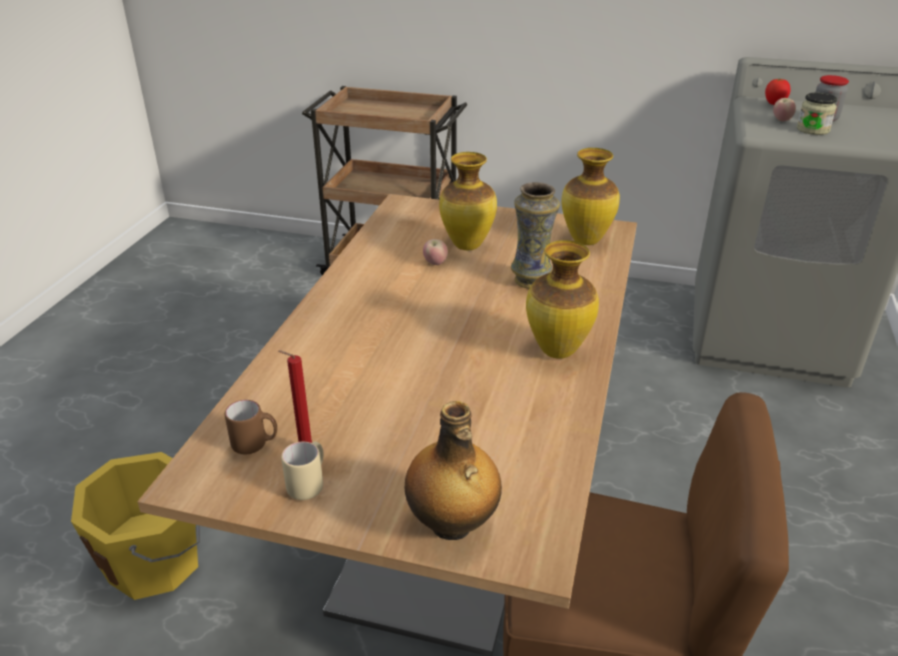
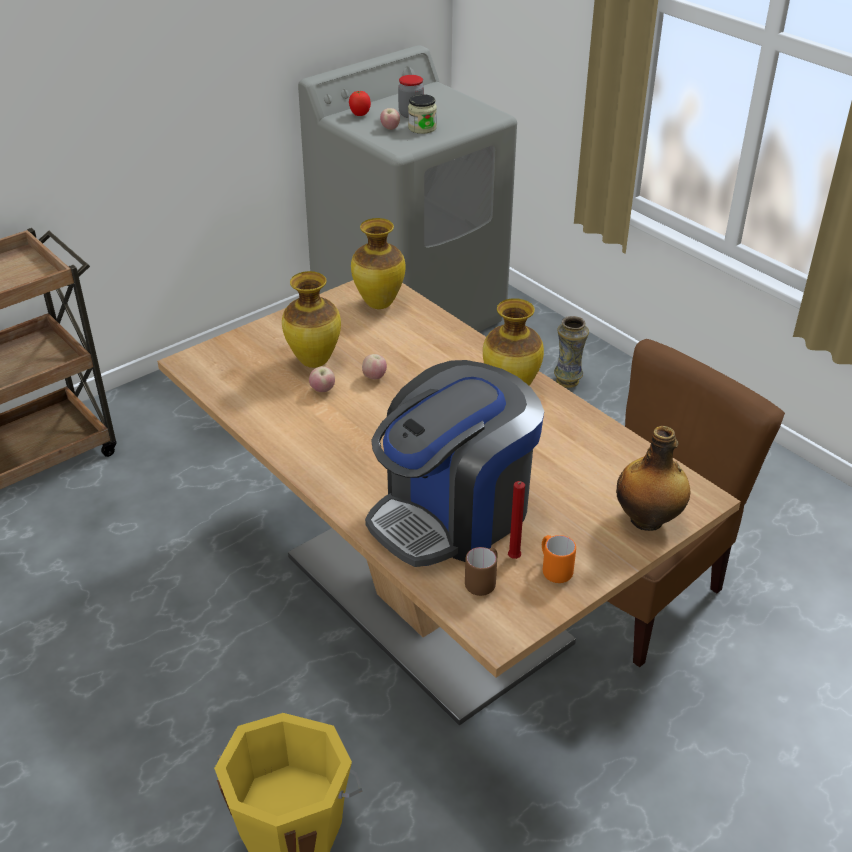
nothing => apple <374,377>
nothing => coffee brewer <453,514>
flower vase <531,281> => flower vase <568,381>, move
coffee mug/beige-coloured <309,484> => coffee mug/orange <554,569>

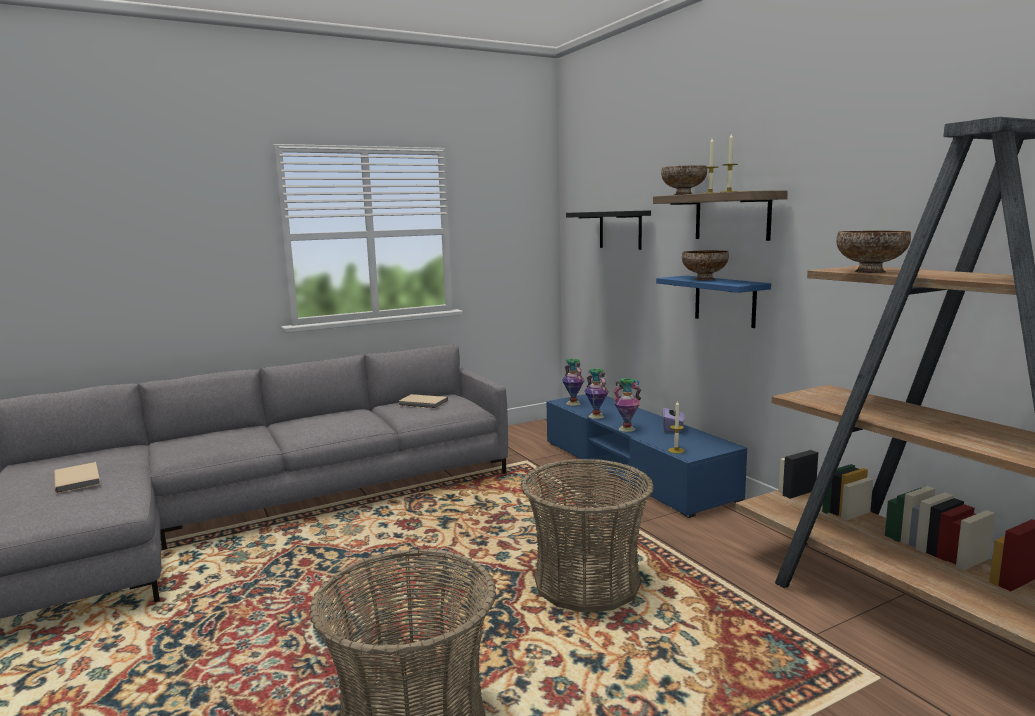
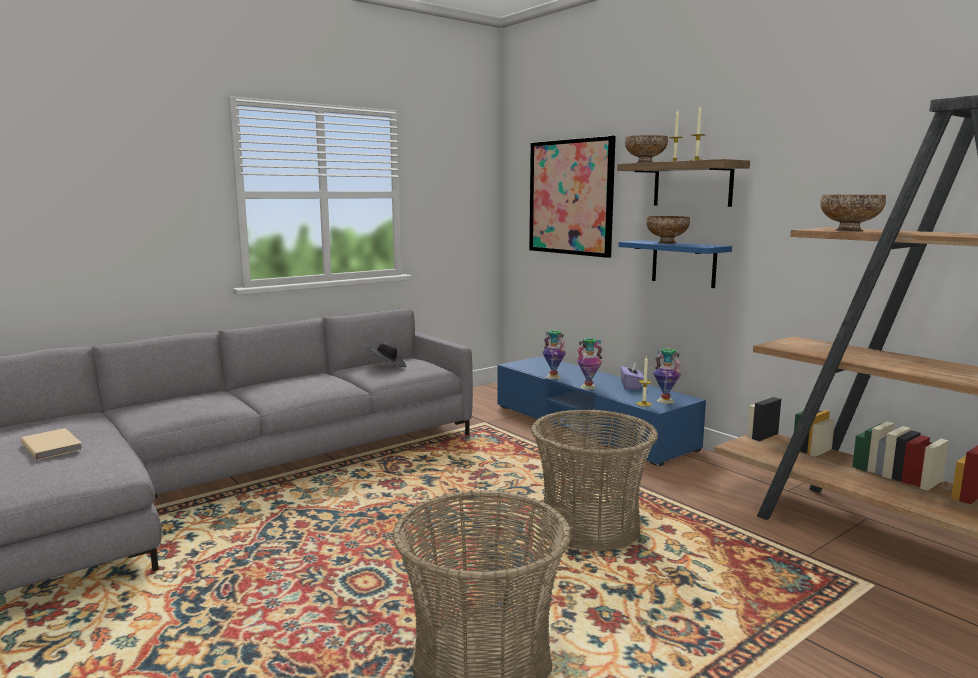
flower vase <573,403> => flower vase <665,401>, move
book/beige-coloured <423,403> => wearable hat/black <387,366>
shelf/black <620,230> => picture <571,197>

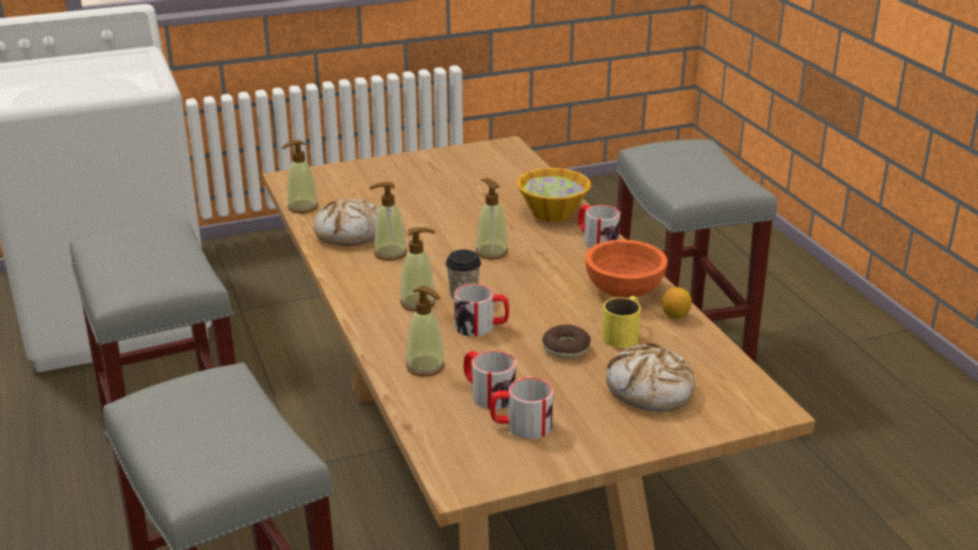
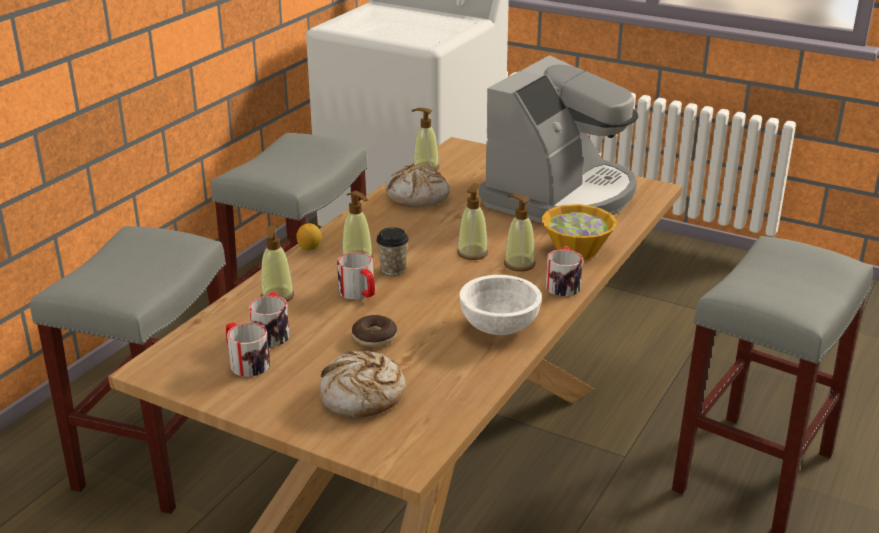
coffee mug/yellowish <624,333> => nothing
nothing => coffee brewer <560,195>
liquid soap bottle <390,253> => liquid soap bottle <519,264>, move
whole lemon <675,315> => whole lemon <309,248>, move
deep dish/orange <623,291> => deep dish/whitish <498,326>

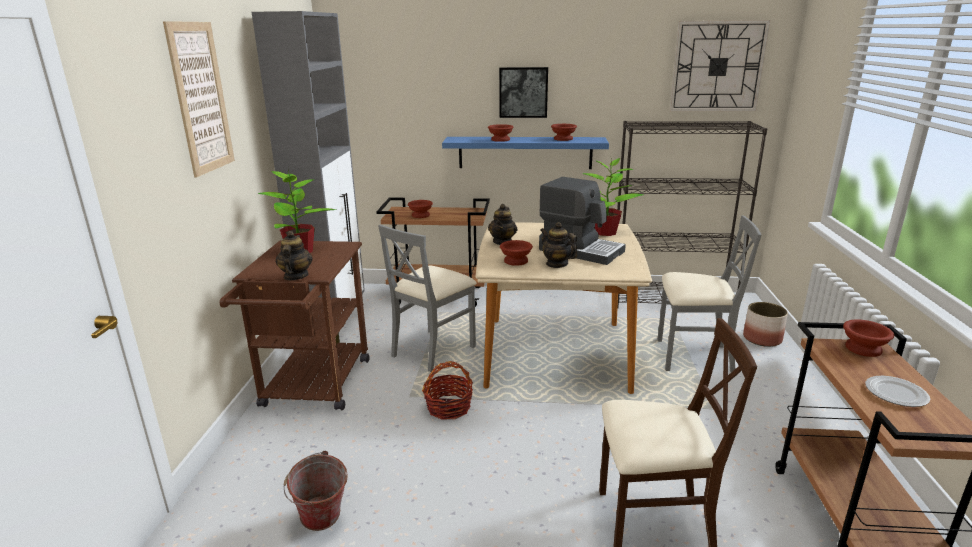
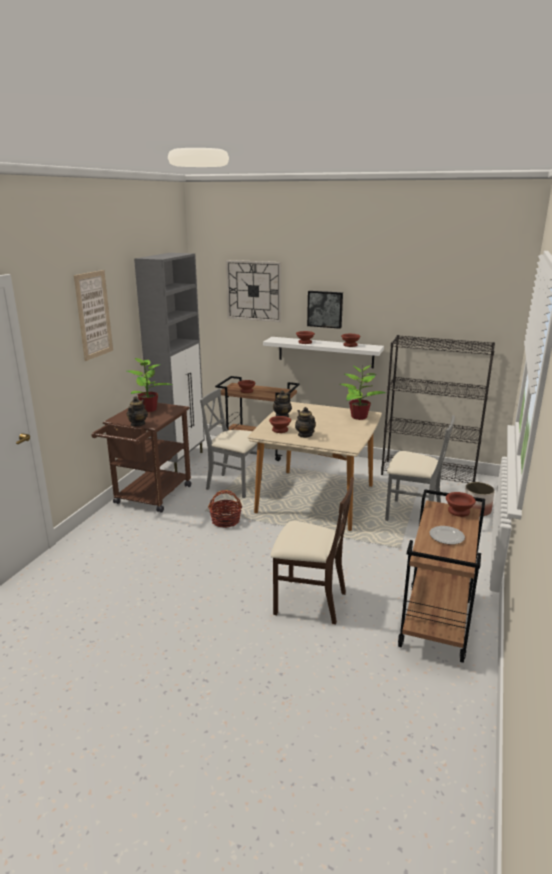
pail <322,524> => nothing
coffee brewer <581,250> => nothing
wall clock <717,66> => wall clock <253,290>, move
shelf/blue <525,152> => shelf/whitish <325,352>
plain chair/gray <433,350> => plain chair/gray <234,485>, 60 degrees clockwise

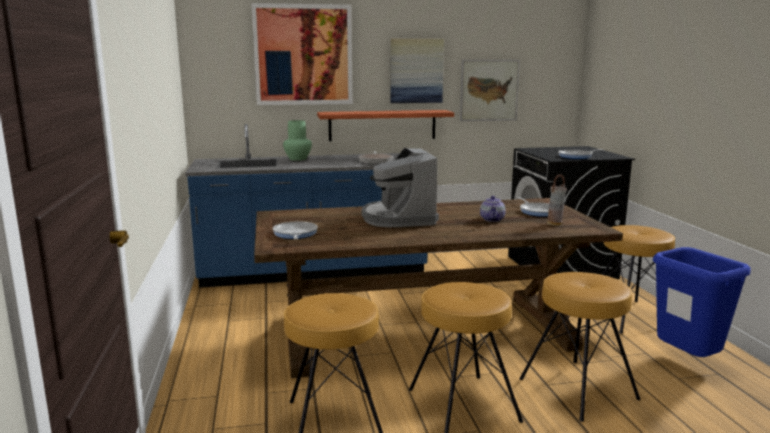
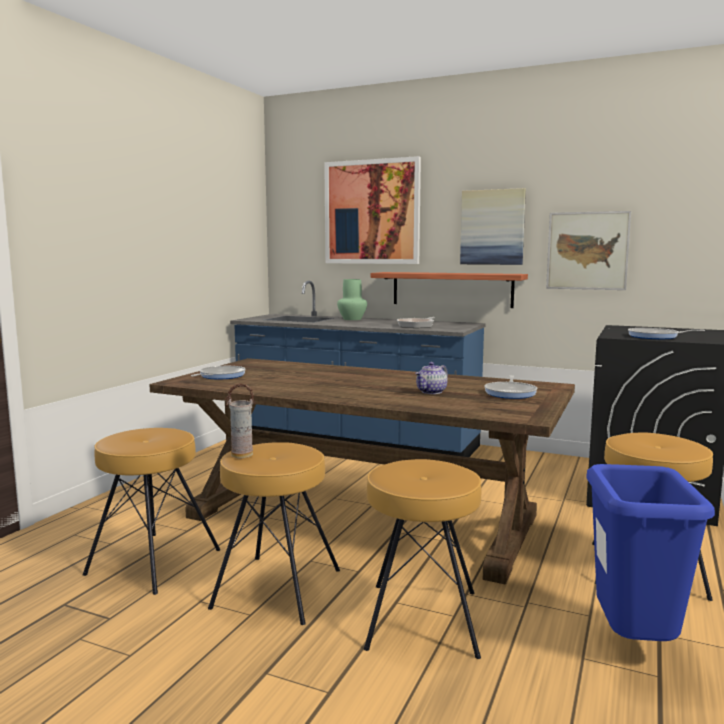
coffee brewer <399,218> => nothing
flower vase <555,224> => flower vase <242,455>, move

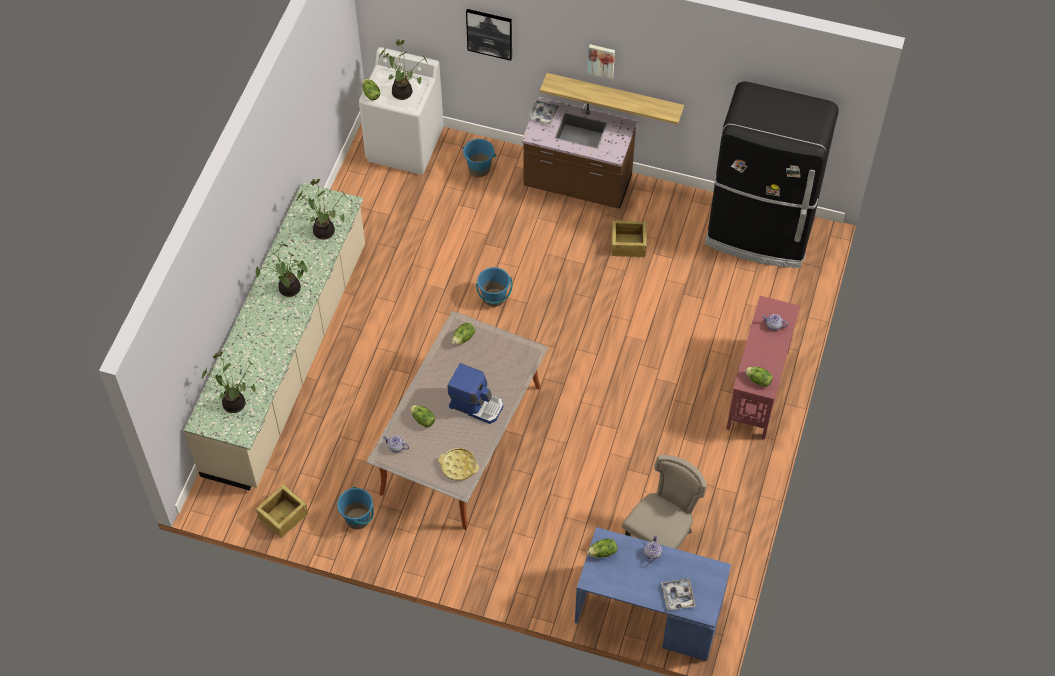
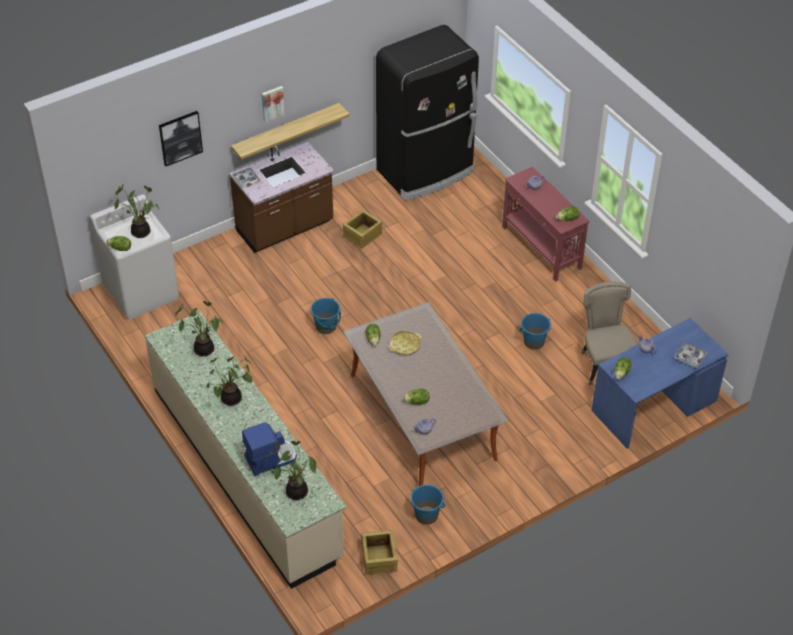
tray/yellowish <458,466> => tray/yellowish <405,345>, move
coffee brewer <476,404> => coffee brewer <270,458>, move
pail/blue <479,168> => pail/blue <533,342>, move

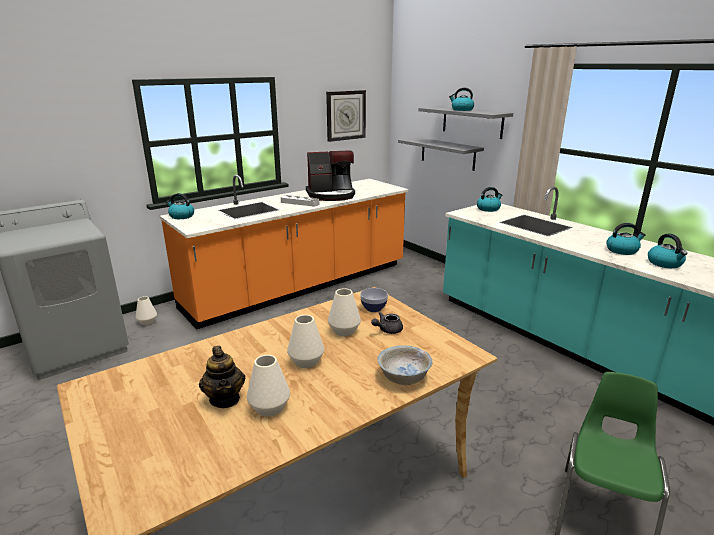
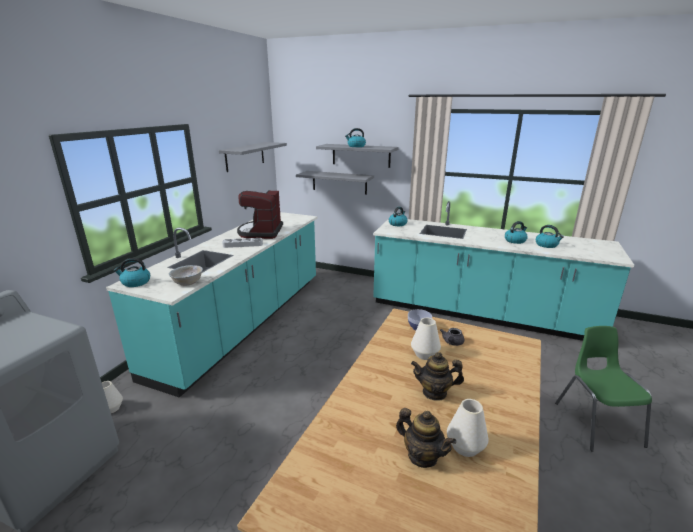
deep dish/whitish <404,377> => deep dish/whitish <188,282>, move
flower vase/whitish <306,361> => tea pot <434,392>
wall clock <345,115> => shelf/gray <245,156>
counter/orange <300,286> => counter/turquoise-coloured <245,322>
coffee brewer <331,195> => coffee brewer <261,232>, 135 degrees clockwise

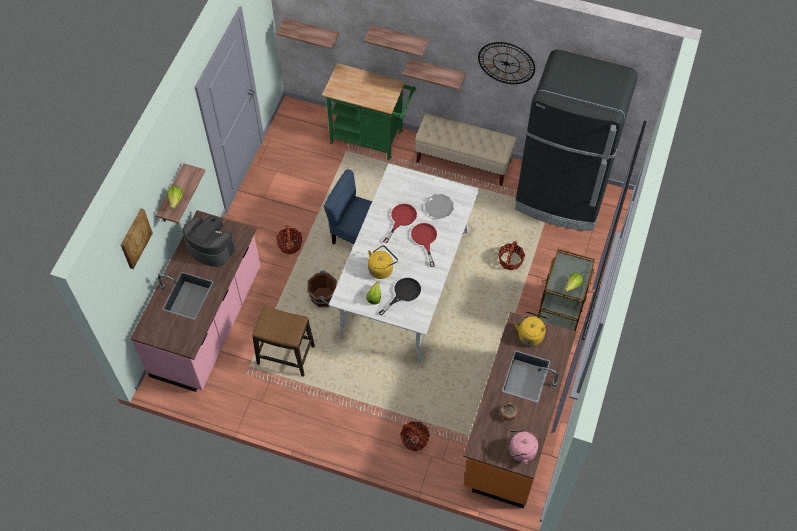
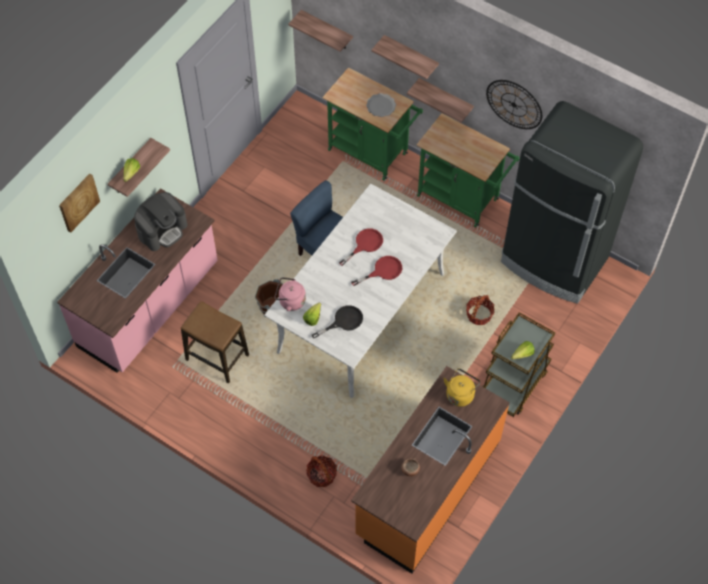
storage basket <290,245> => nothing
tea kettle/yellowish <381,268> => nothing
flat dish <439,207> => flat dish <380,106>, move
tea kettle/pink-coloured <520,451> => tea kettle/pink-coloured <290,301>, move
long seat/beige-coloured <463,161> => trolley/greenish <462,199>
coffee brewer <210,248> => coffee brewer <162,230>, 90 degrees clockwise
frying pan/red <425,239> => frying pan/red <383,271>, 60 degrees clockwise

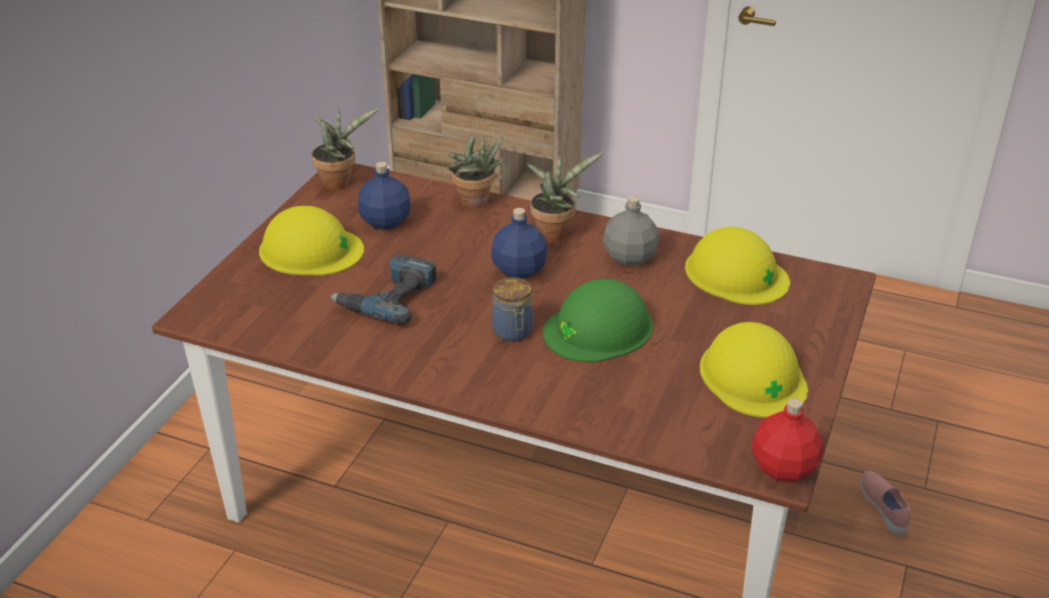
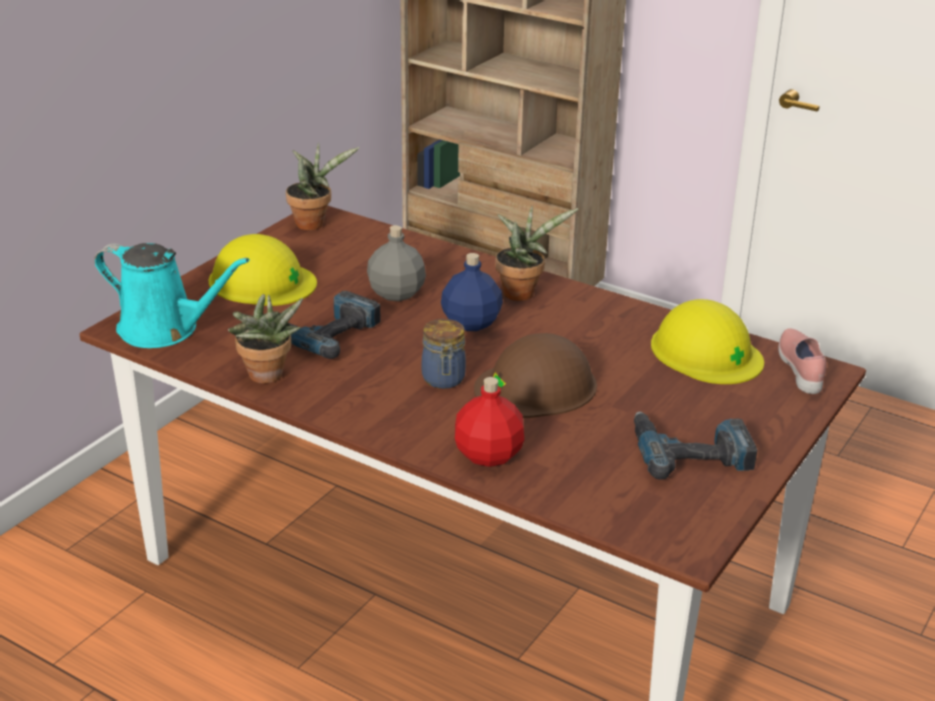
drink bottle/blue <386,222> => nothing
nothing => sprinkling can/turquoise-coloured <165,329>
houseplant <476,203> => houseplant <267,378>, move
drink bottle/gray <629,257> => drink bottle/gray <395,293>, move
drink bottle/red <782,468> => drink bottle/red <487,455>, move
item of footwear/pink-coloured <884,509> => item of footwear/pink-coloured <801,371>, move
work helmet/yellowish <753,376> => electric drill <690,452>
work helmet/greenish <599,329> => work helmet/brownish <536,387>

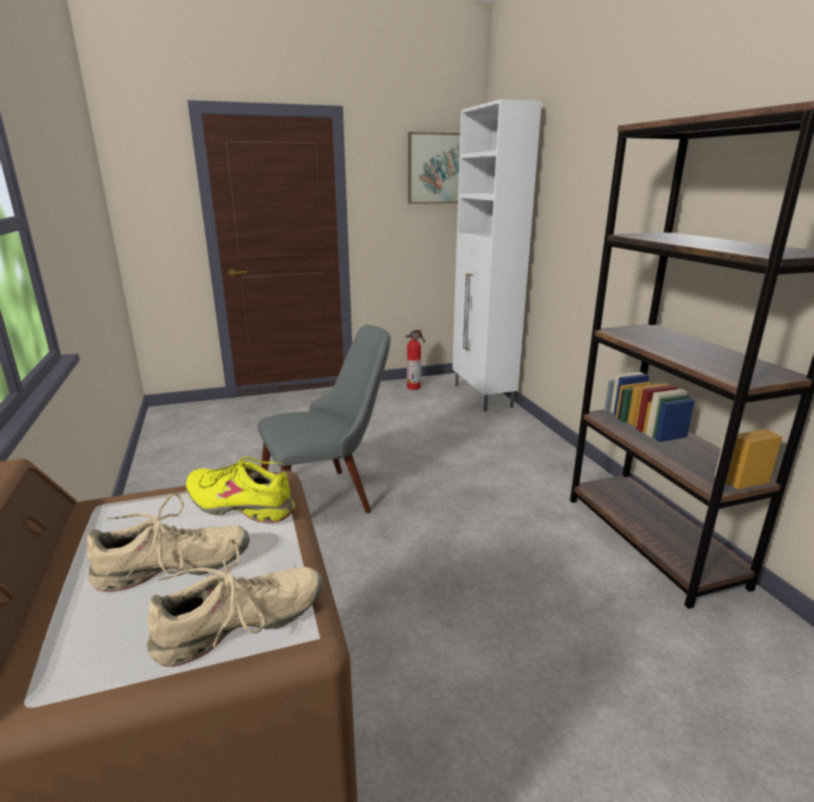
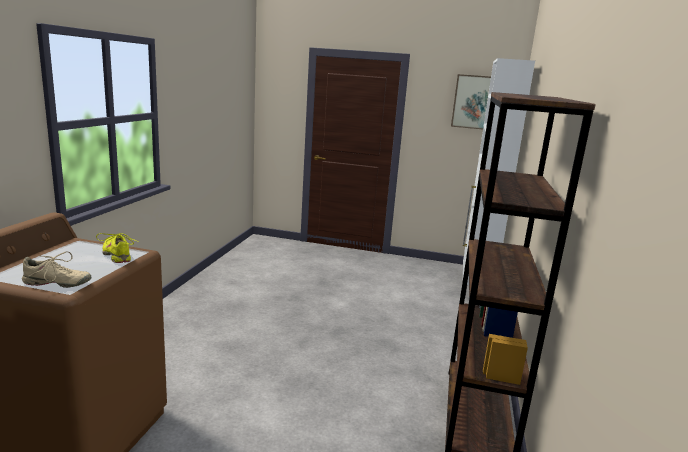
item of footwear/beige-coloured <173,568> => nothing
plain chair/gray <328,496> => nothing
fire extinguisher <414,387> => nothing

